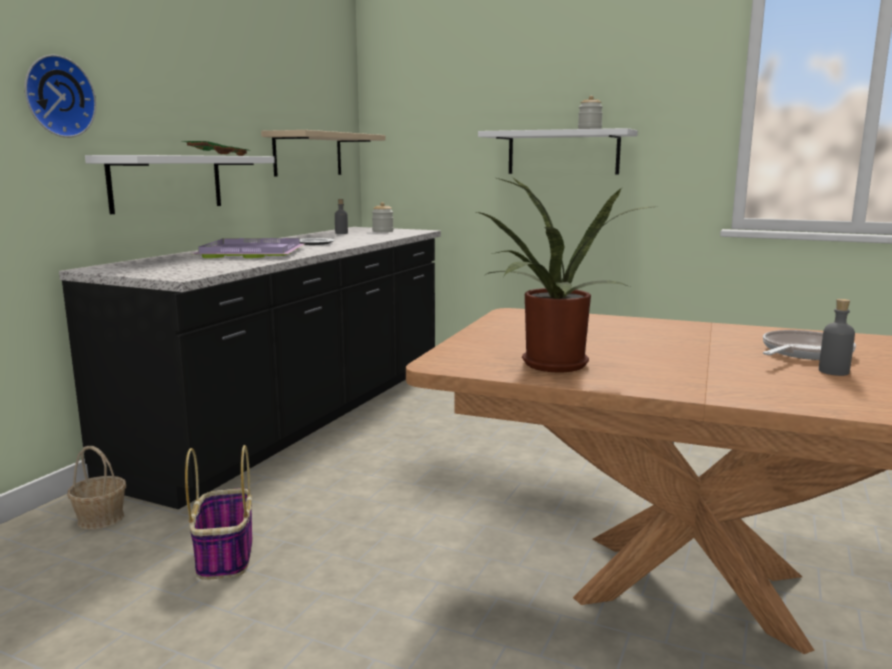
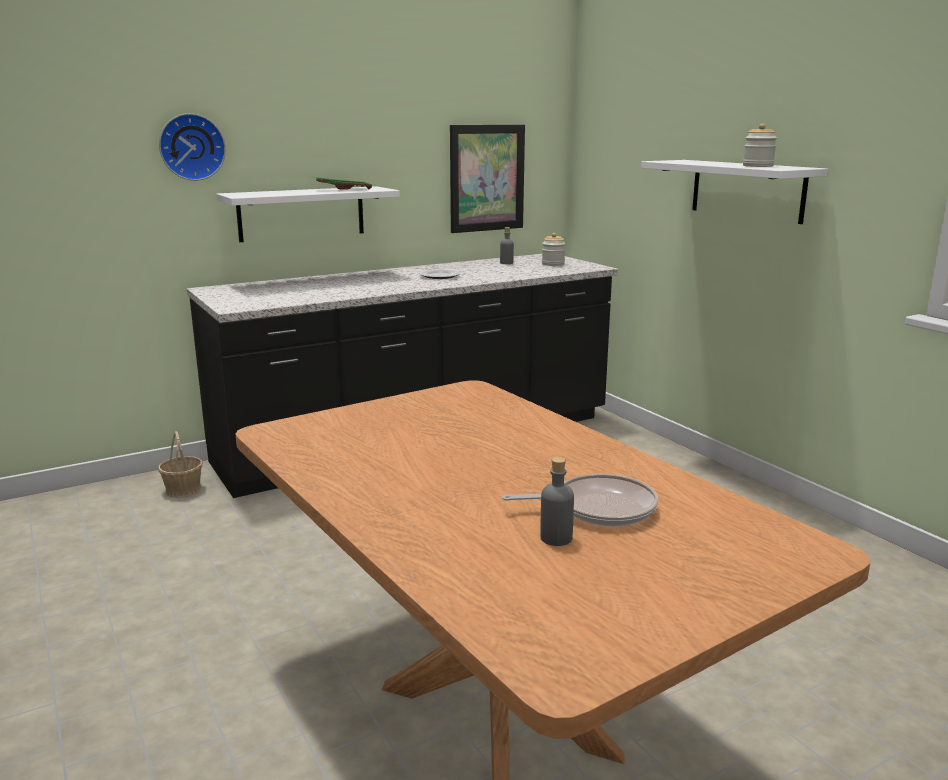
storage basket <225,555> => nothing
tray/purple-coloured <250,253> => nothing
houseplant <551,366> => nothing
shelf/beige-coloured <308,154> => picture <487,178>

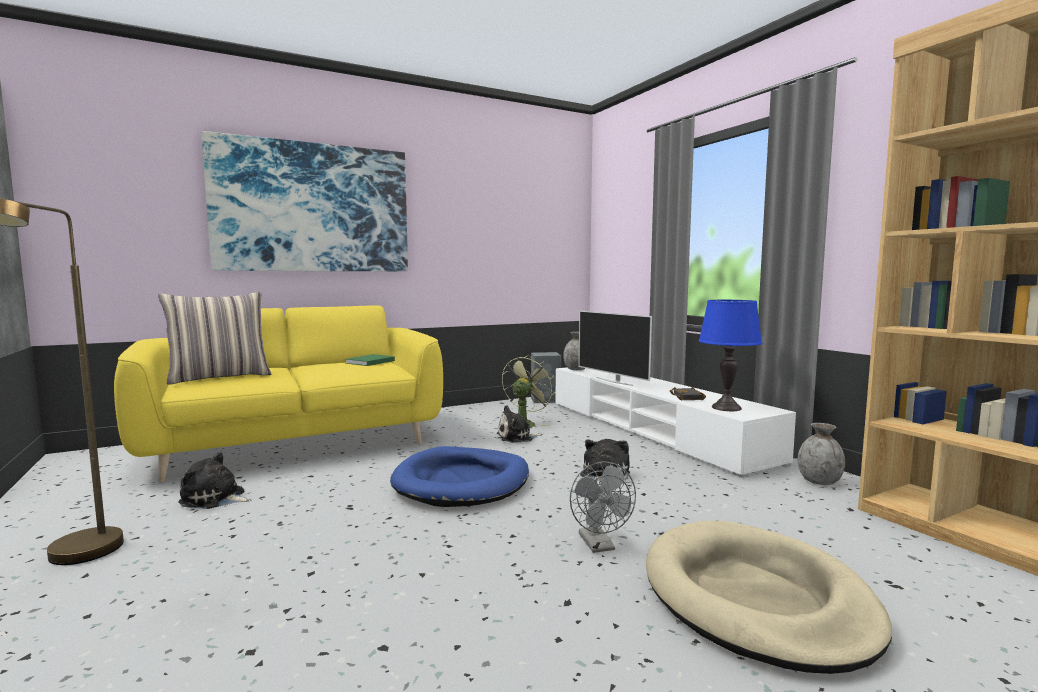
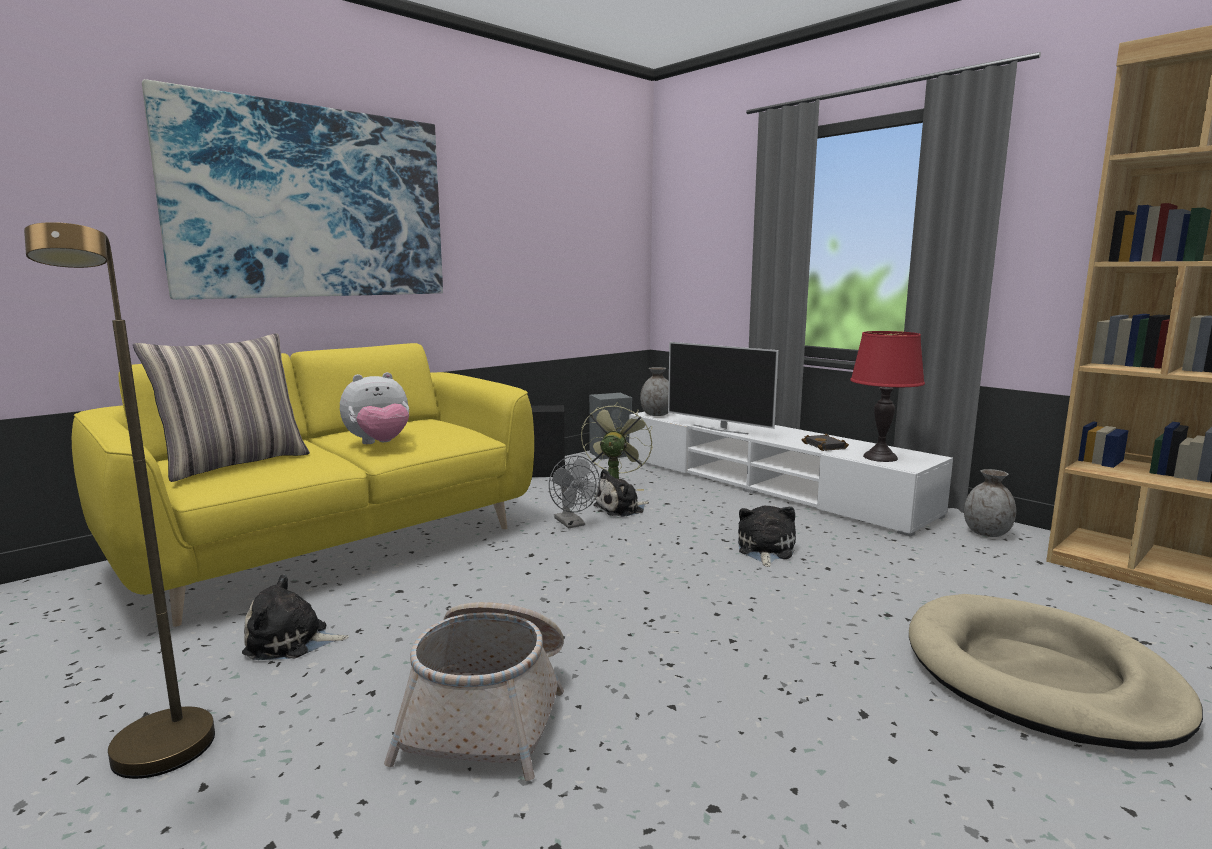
book/greenish <369,362> => nothing
pet bed/blue <462,482> => nothing
nothing => plush toy <379,444>
nothing => storage basket <489,711>
nothing => loudspeaker/black <547,472>
cooling fan/gray <599,546> => cooling fan/gray <572,524>, move
lamp for a table/blue <726,408> => lamp for a table/red <880,457>

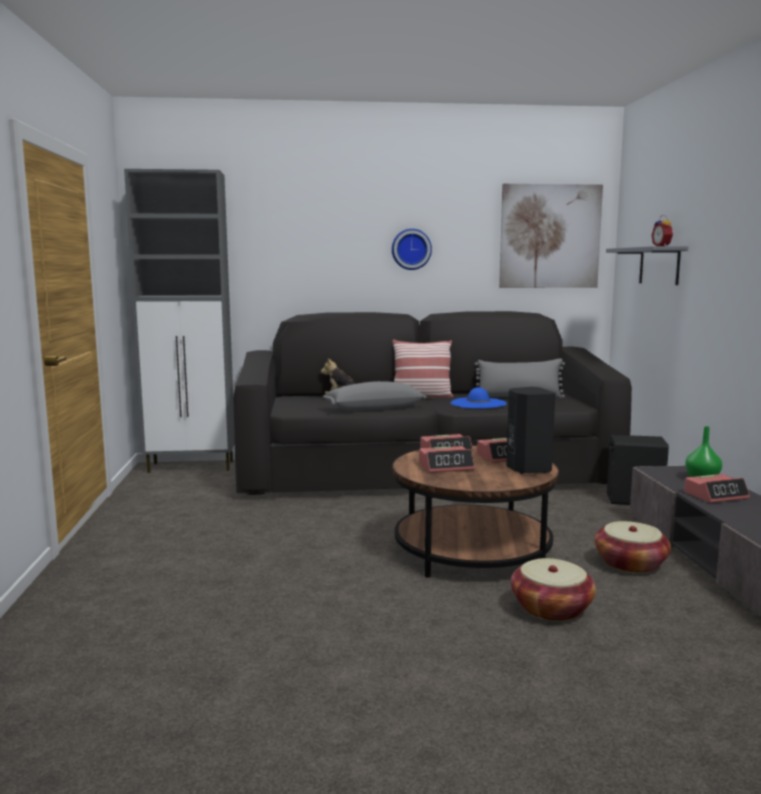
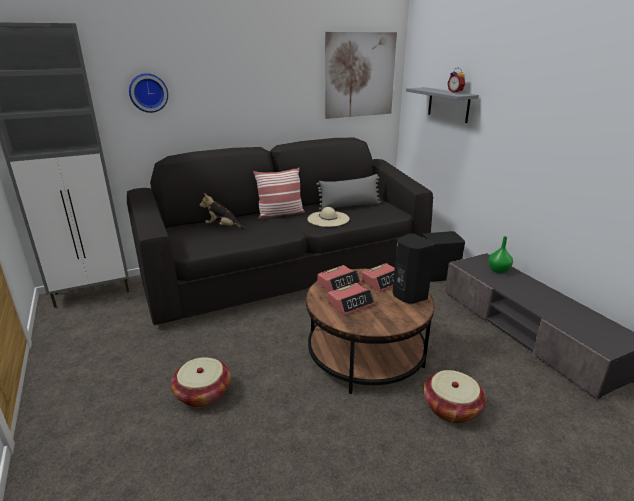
cushion/gray <374,408> => nothing
bedside clock <716,495> => nothing
wall clock <411,249> => wall clock <148,92>, move
storage basket <630,564> => storage basket <203,393>, move
wearable hat/blue <478,403> => wearable hat/beige-coloured <328,219>

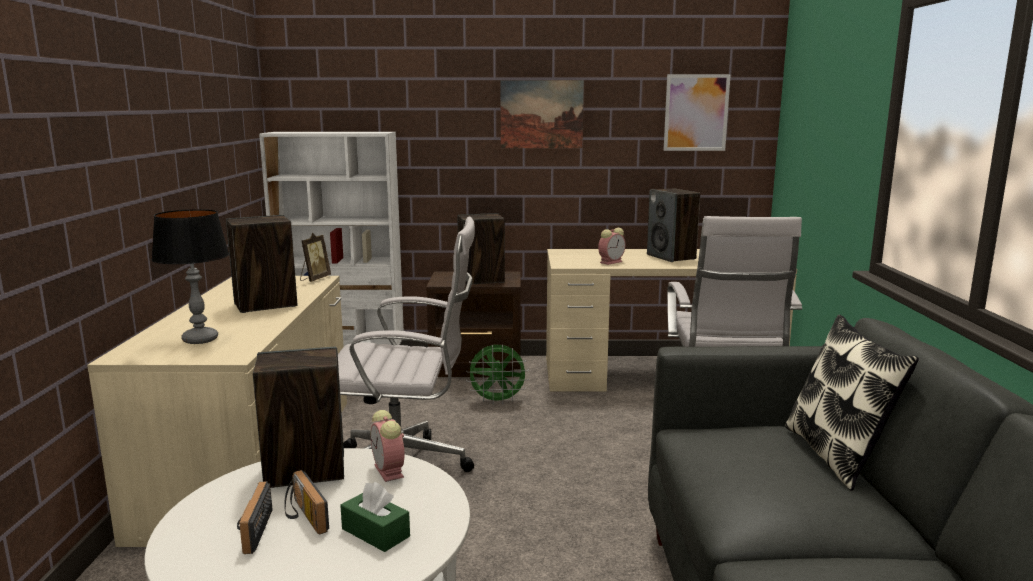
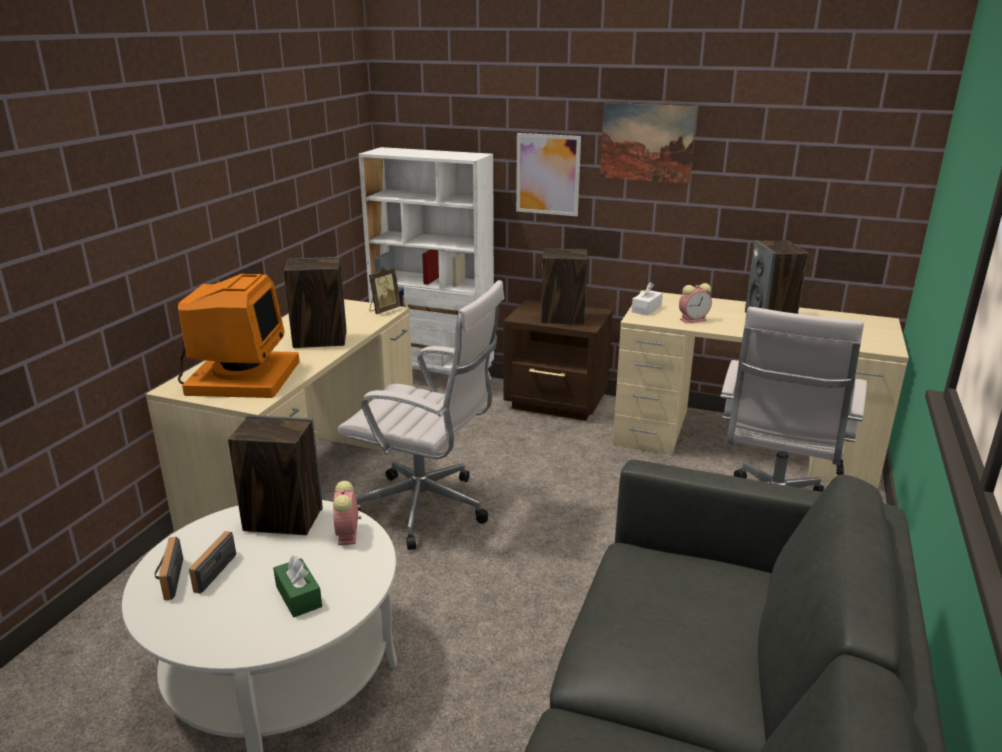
cooling fan/greenish <497,401> => nothing
cushion <837,455> => nothing
nothing => tissue holder/whitish <646,309>
radio receiver <303,517> => radio receiver <167,578>, move
picture <696,112> => picture <547,174>, move
lamp for a table <200,339> => computer screen <241,377>

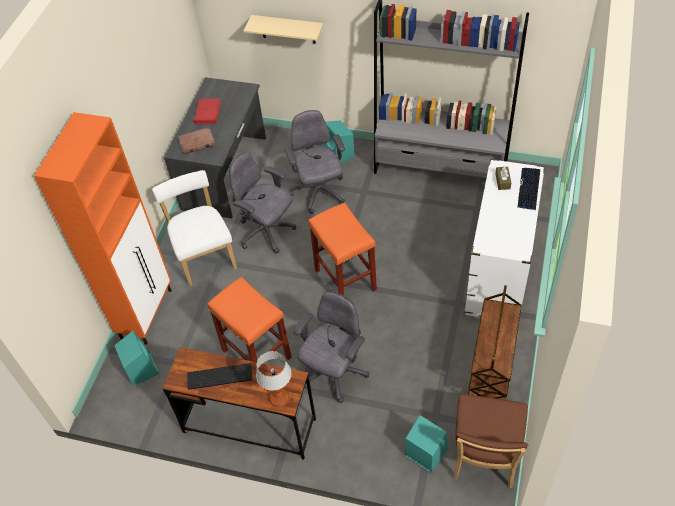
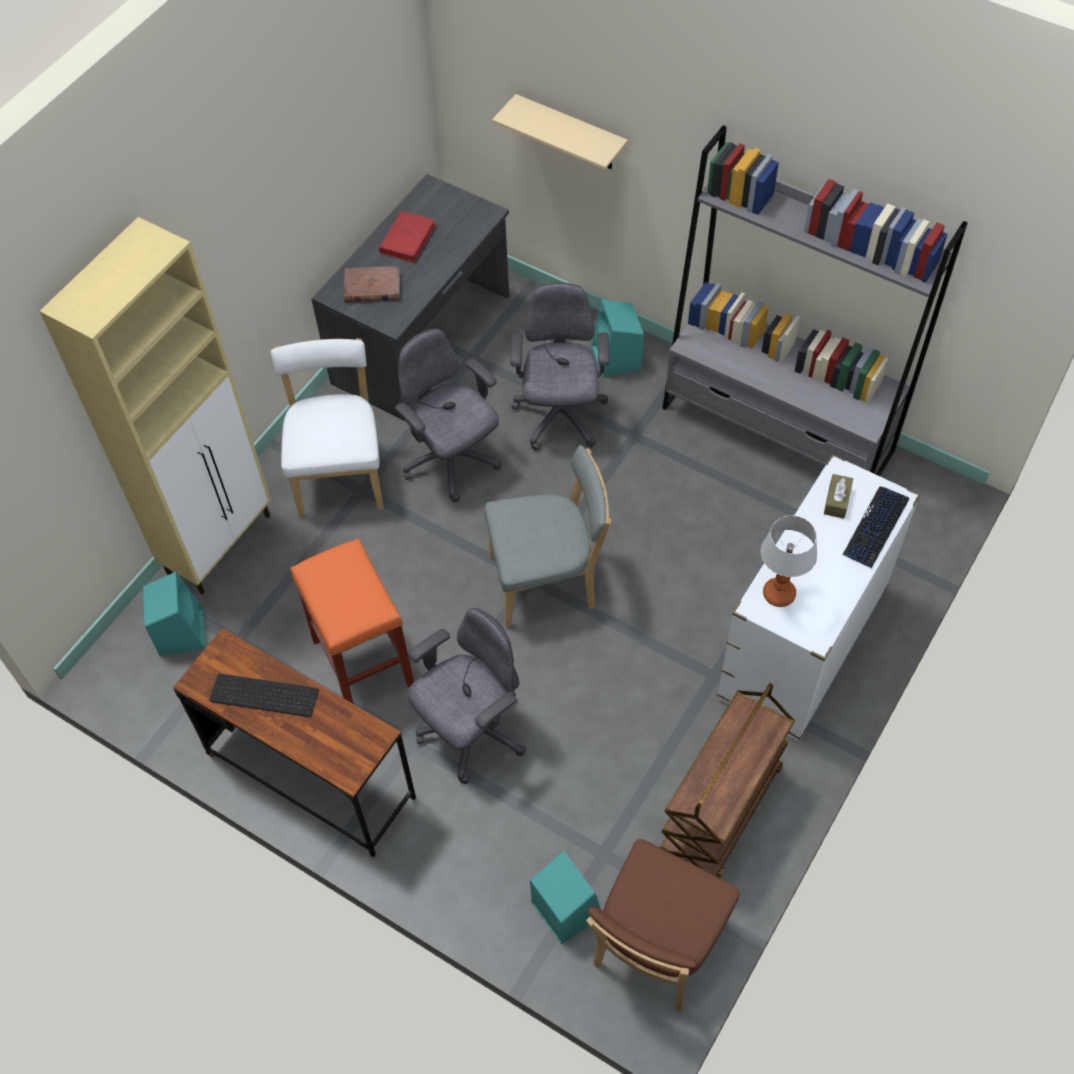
lamp for a table <279,398> => lamp for a table <779,593>, move
sitting stool/orange <346,280> => plain chair/gray <548,581>
storage cabinet/orange <147,313> => storage cabinet/beige-coloured <220,543>

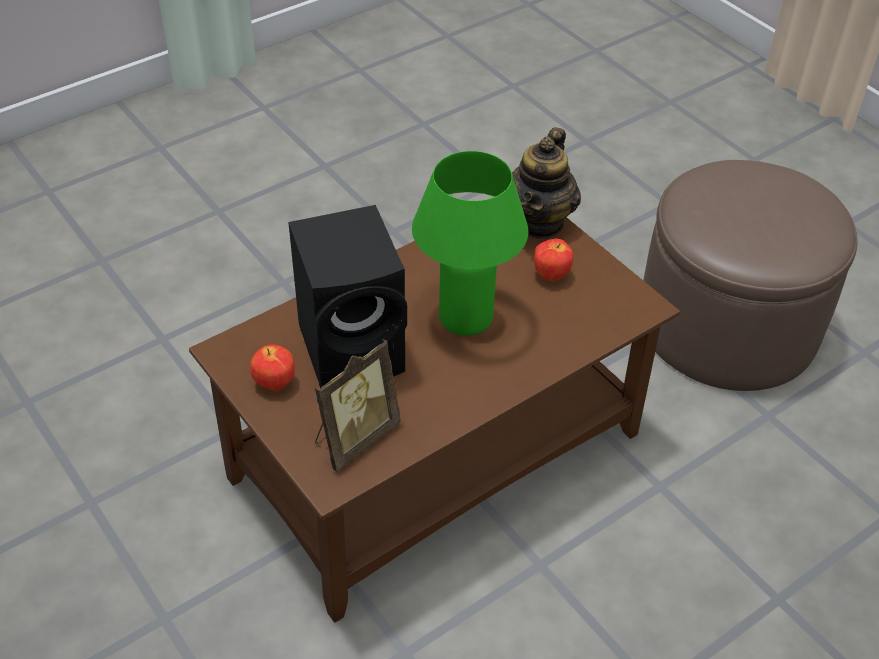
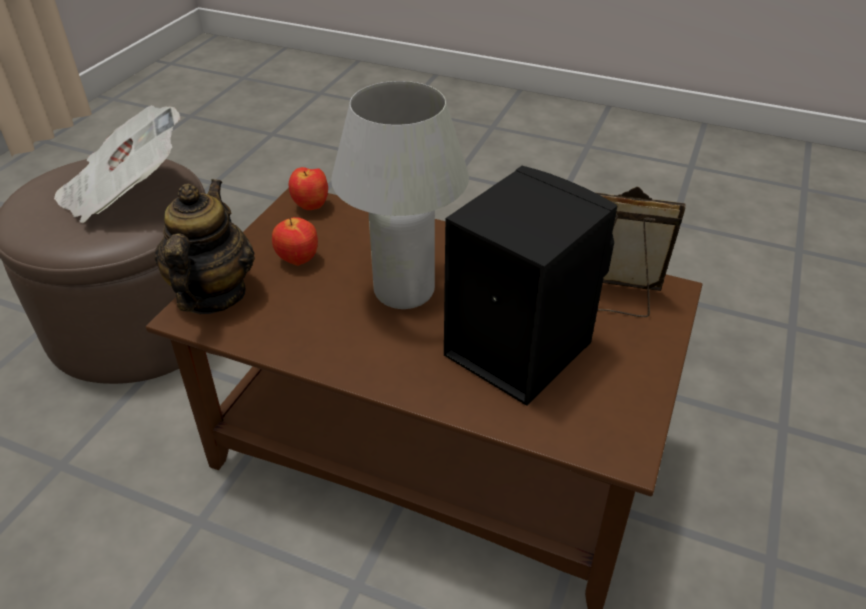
nothing => printed paper <125,193>
apple <274,384> => apple <311,207>, move
lamp for a table/greenish <465,318> => lamp for a table/whitish <404,291>
tea pot <539,221> => tea pot <212,295>, 75 degrees counterclockwise

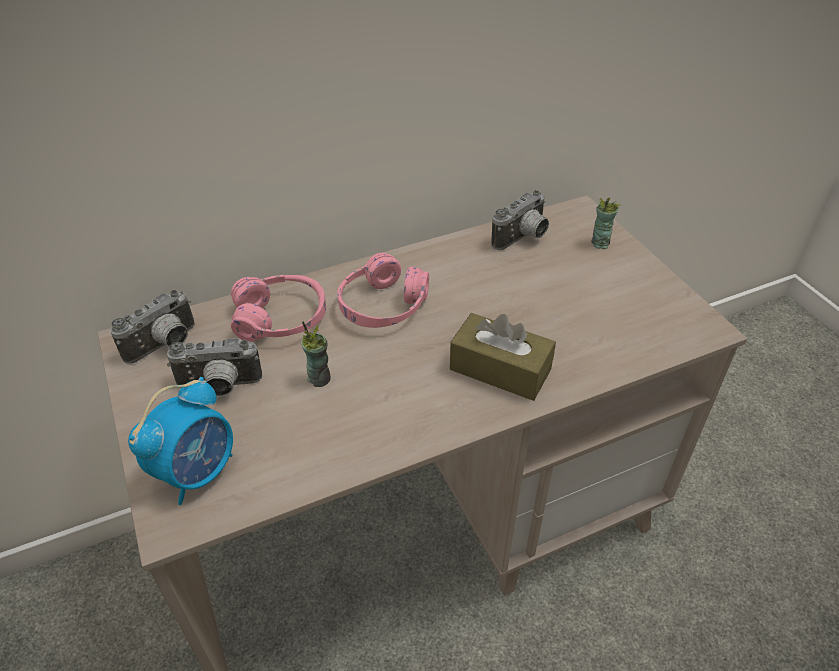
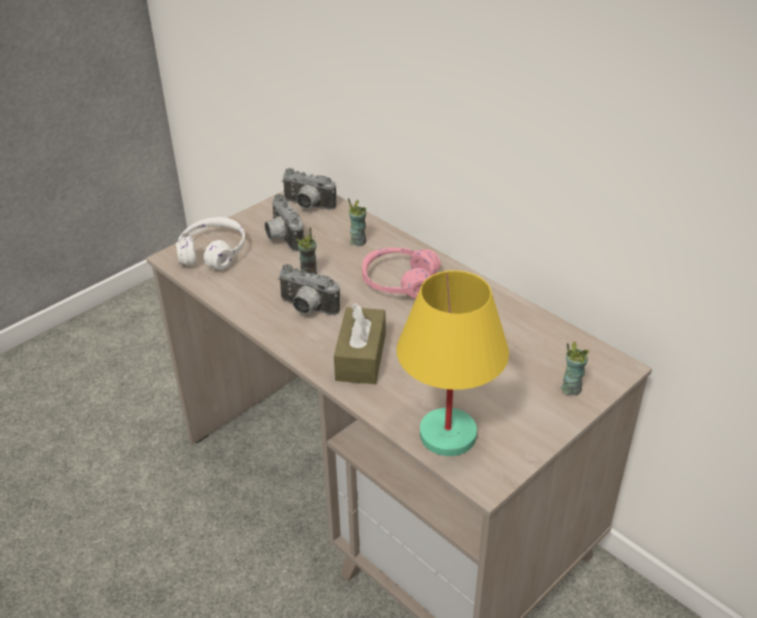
nothing => lamp for a table/yellowish <448,434>
photo camera <523,238> => photo camera <306,309>, move
bedside clock <198,471> => headset/whitish <213,253>
headset/pink-coloured <281,319> => cup <358,241>

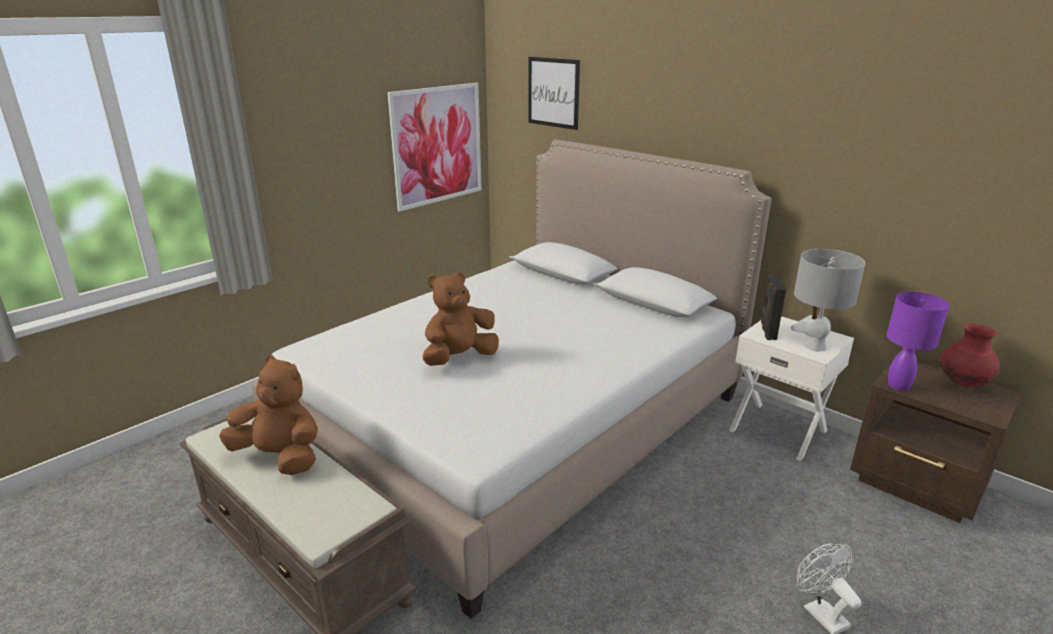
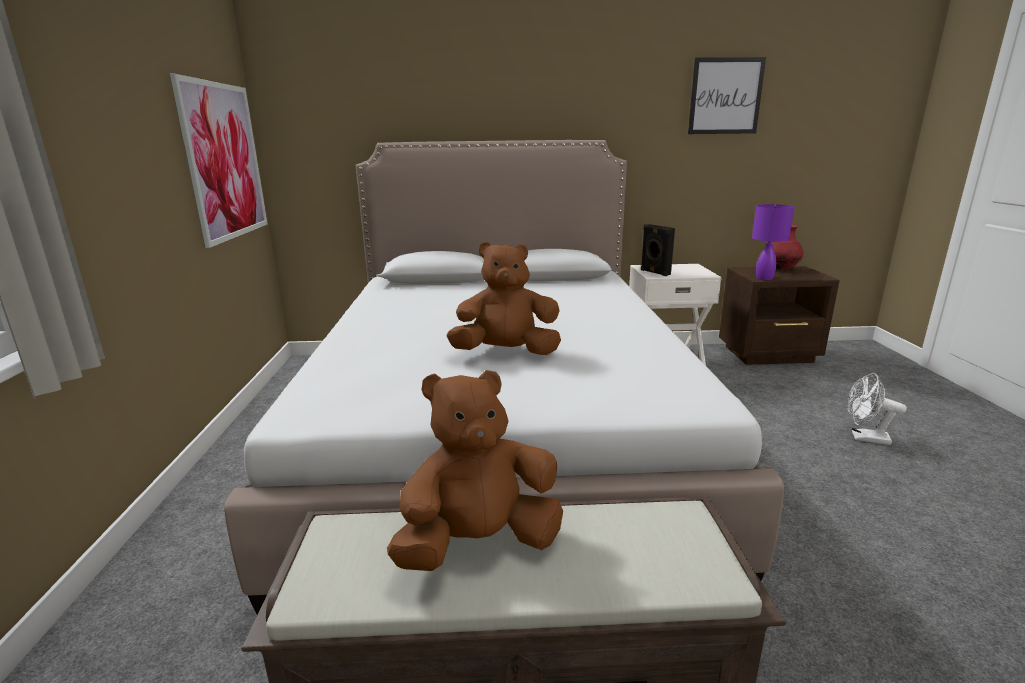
lamp for a table/gray <814,346> => nothing
picture <553,92> => picture <725,96>, move
plush toy/brownish <459,358> => plush toy/brownish <506,353>, 75 degrees clockwise

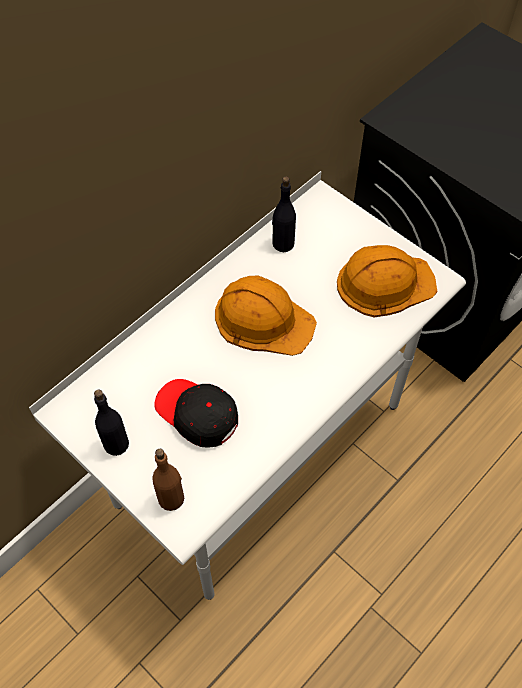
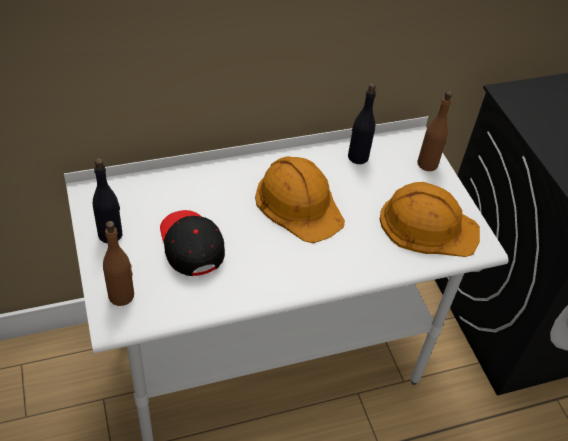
nothing => drink bottle/brownish <428,164>

